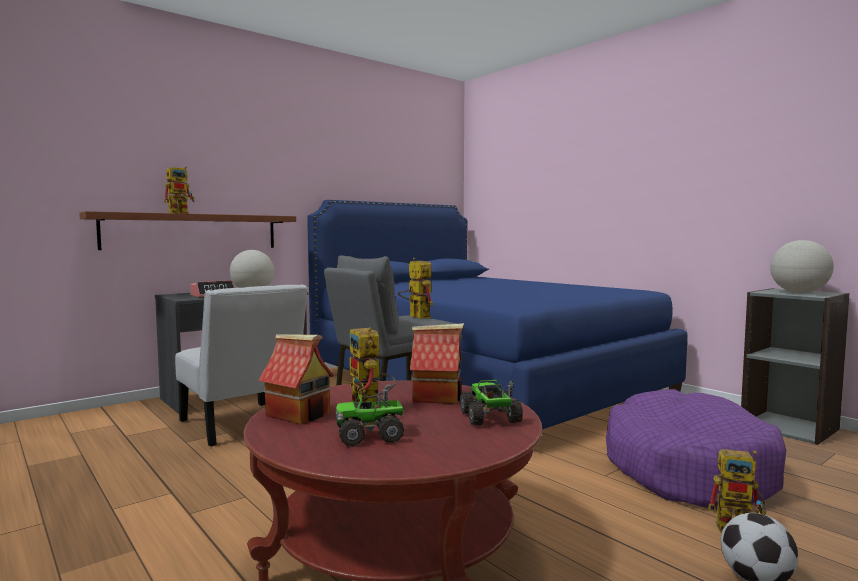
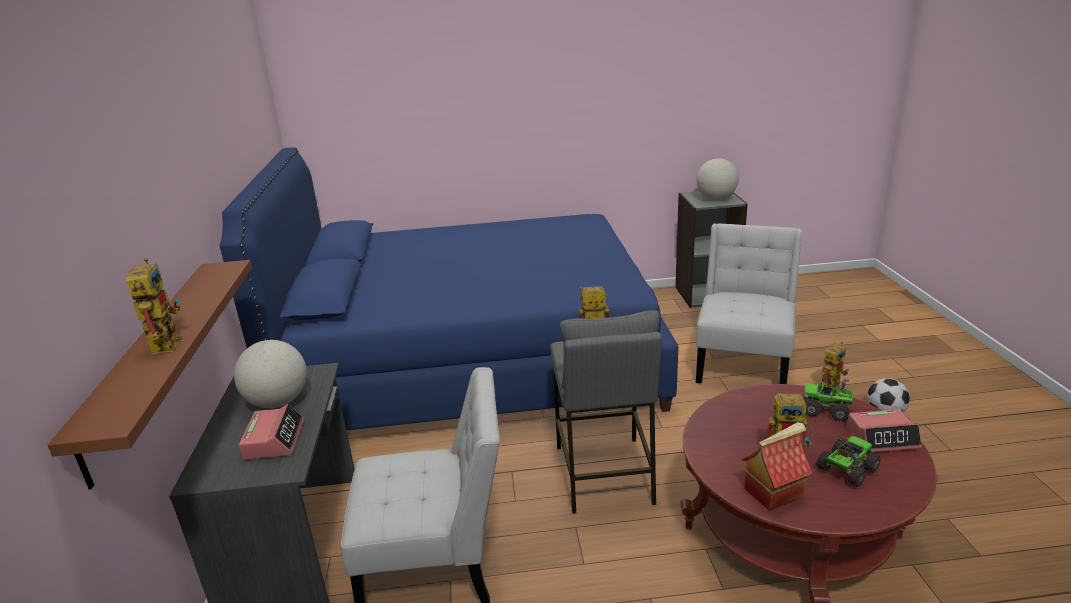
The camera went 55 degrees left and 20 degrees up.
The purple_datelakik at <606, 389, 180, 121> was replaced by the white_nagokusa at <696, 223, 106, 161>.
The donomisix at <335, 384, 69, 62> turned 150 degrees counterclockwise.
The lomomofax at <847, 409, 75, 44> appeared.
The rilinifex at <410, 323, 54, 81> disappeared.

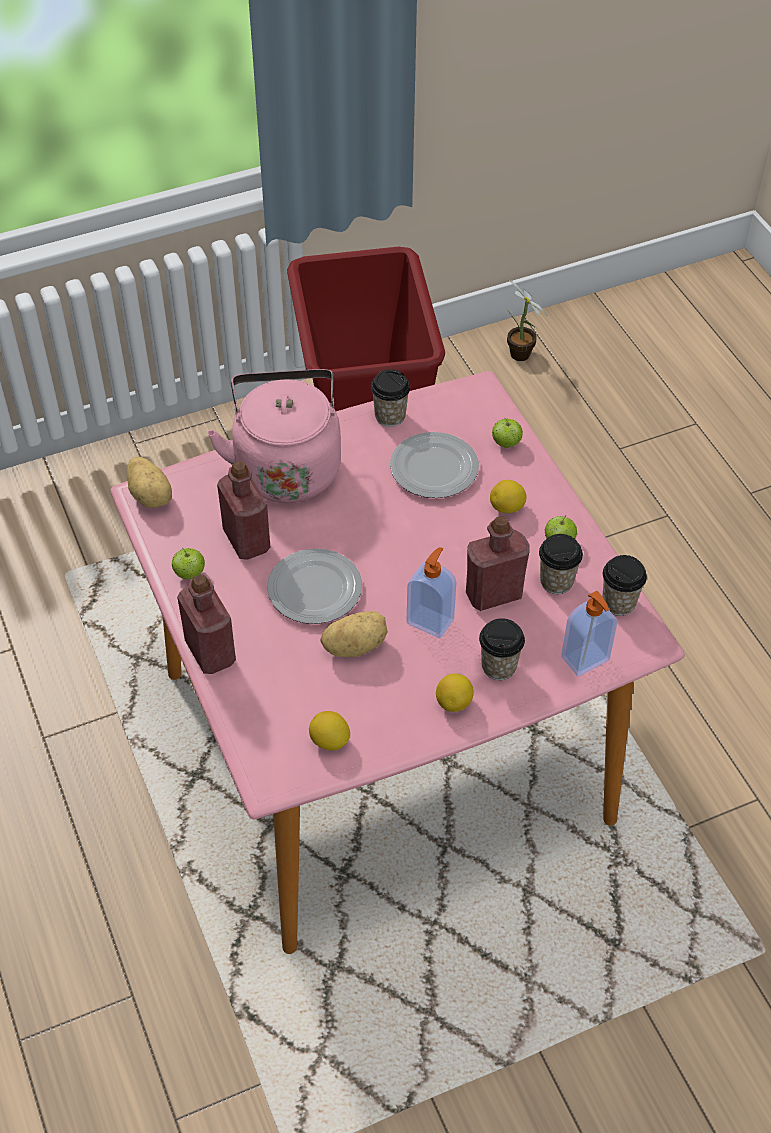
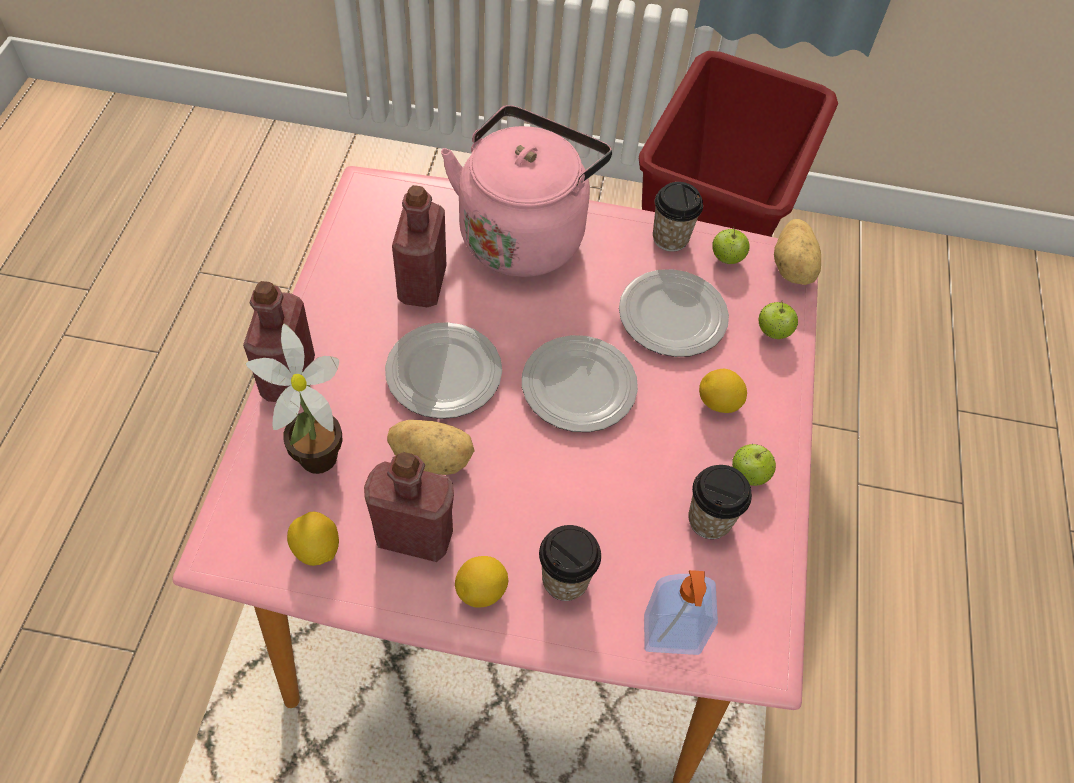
The camera went 30 degrees right and 5 degrees up.
The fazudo moved from <507, 279, 41, 82> to <246, 324, 97, 150>.
The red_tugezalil moved from <466, 516, 64, 95> to <364, 452, 90, 110>.
The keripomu at <522, 335, 116, 97> appeared.
The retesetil moved from <172, 548, 33, 31> to <712, 226, 38, 38>.
The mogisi moved from <127, 457, 45, 51> to <774, 219, 47, 66>.
The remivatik at <406, 547, 51, 91> disappeared.
The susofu at <602, 555, 45, 61> disappeared.

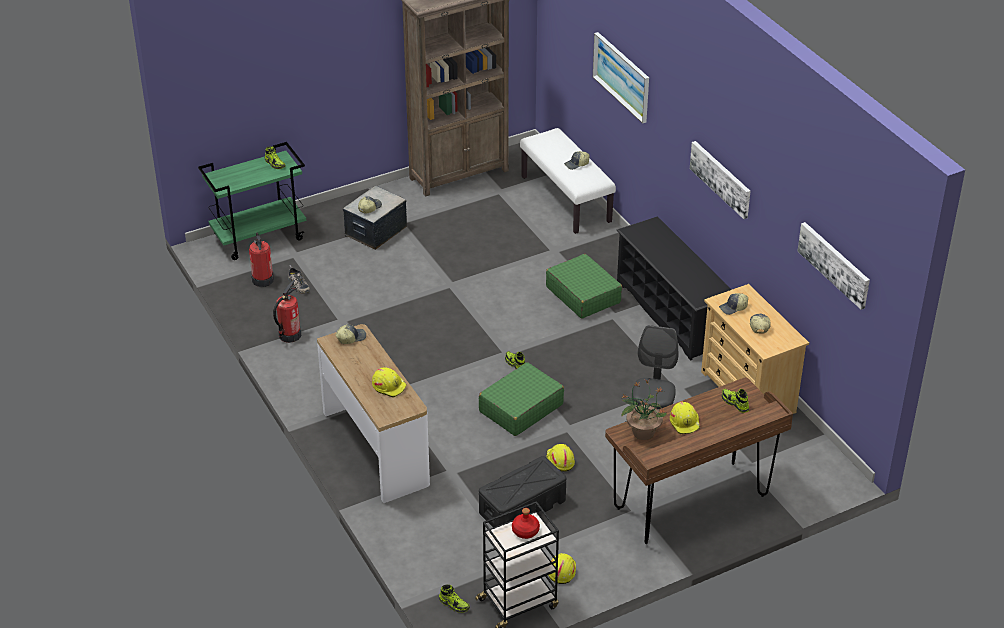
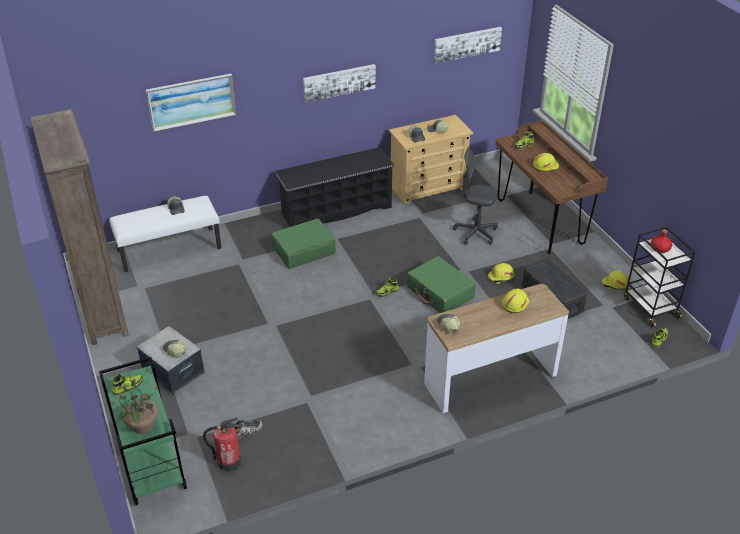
The camera went 85 degrees left and 0 degrees up.
The fazudo moved from <621, 380, 46, 60> to <116, 378, 43, 56>.
The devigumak at <273, 280, 28, 63> disappeared.

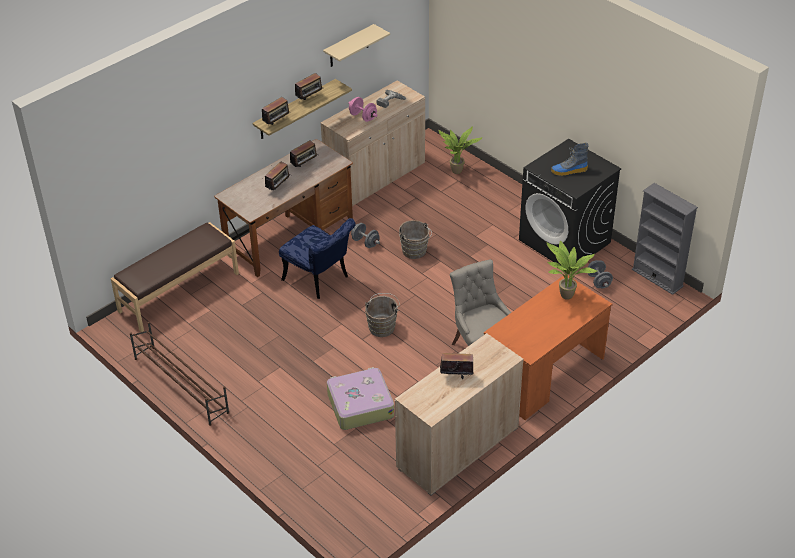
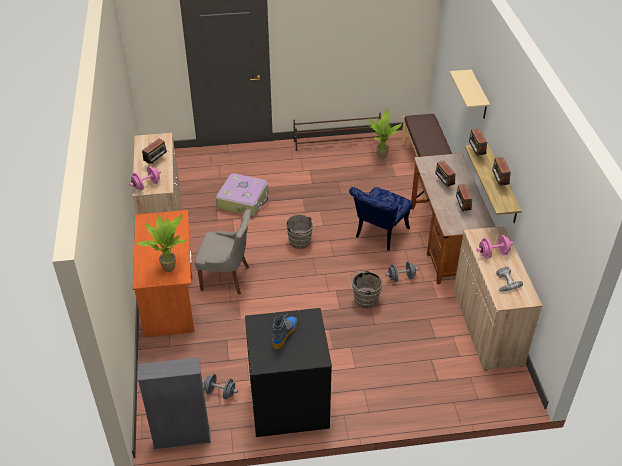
The camera went 125 degrees right and 0 degrees up.
The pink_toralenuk at <129, 166, 32, 24> appeared.
The blue_nagokusa at <279, 218, 77, 81> turned 45 degrees counterclockwise.
The fazudo moved from <438, 126, 45, 48> to <369, 109, 33, 50>.
The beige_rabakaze moved from <323, 24, 67, 43> to <450, 70, 40, 49>.

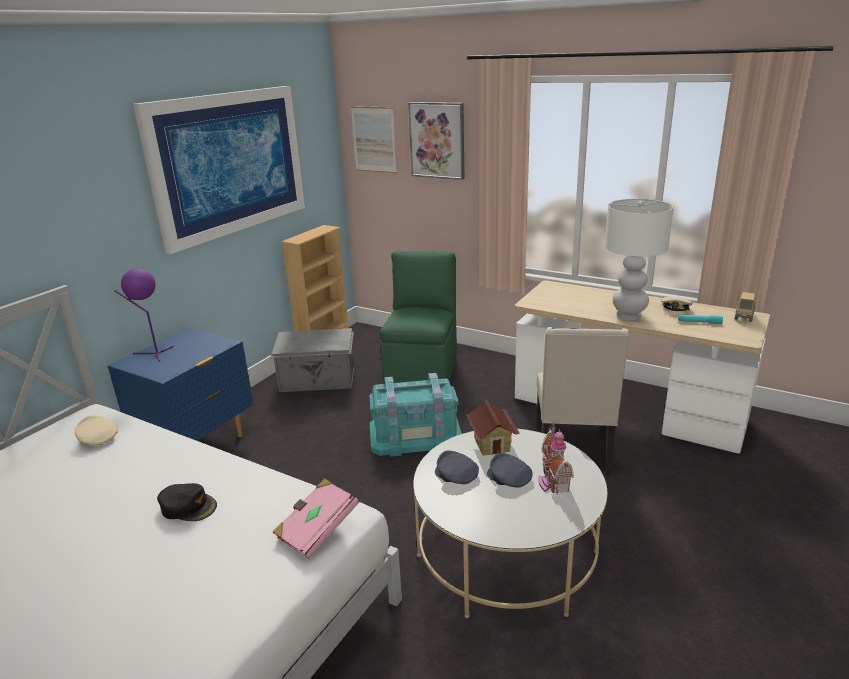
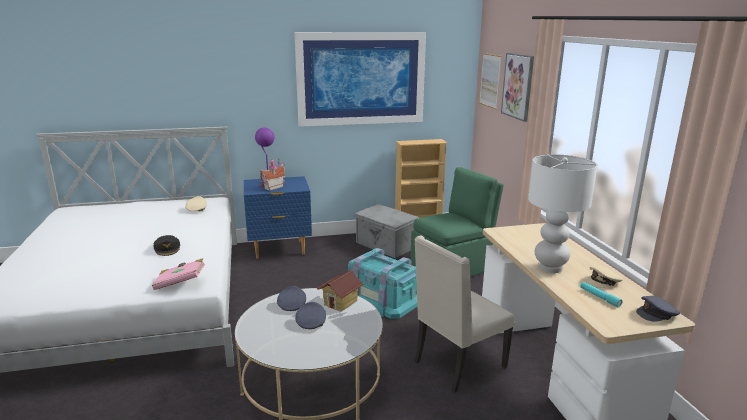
The camera went 45 degrees right and 5 degrees down.
The rilinifex moved from <538, 422, 36, 72> to <259, 159, 26, 32>.
The donomisix at <735, 292, 21, 30> was replaced by the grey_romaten at <636, 296, 44, 25>.

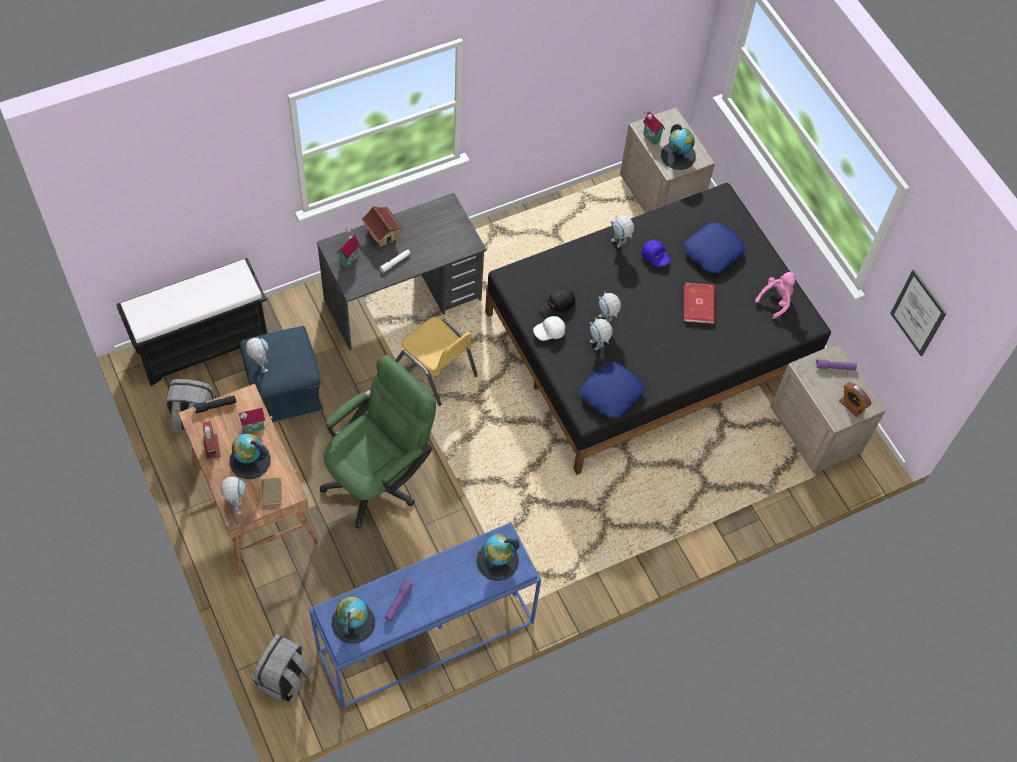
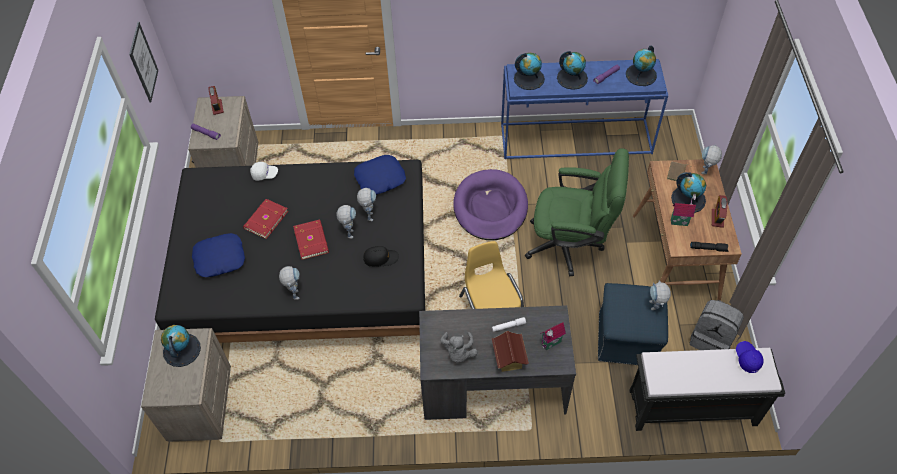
The camera went 150 degrees left and 5 degrees down.
The white_romaten moved from <533, 316, 32, 25> to <250, 162, 28, 19>.
The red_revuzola at <293, 220, 36, 40> appeared.
The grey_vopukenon at <441, 332, 37, 31> appeared.
The purple_datelakik at <453, 169, 75, 71> appeared.
The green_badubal at <320, 355, 116, 174> turned 150 degrees counterclockwise.
The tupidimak at <557, 51, 31, 39> appeared.
The blue_romaten moved from <642, 240, 28, 27> to <736, 341, 27, 32>.
The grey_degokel at <252, 634, 61, 69> disappeared.
The rilinifex at <643, 108, 22, 37> disappeared.
The pink_vopukenon at <755, 272, 42, 47> disappeared.

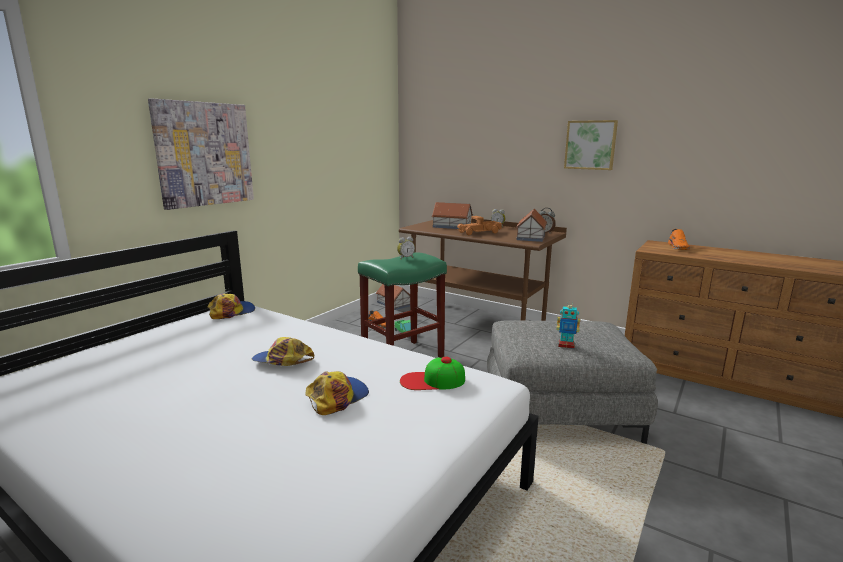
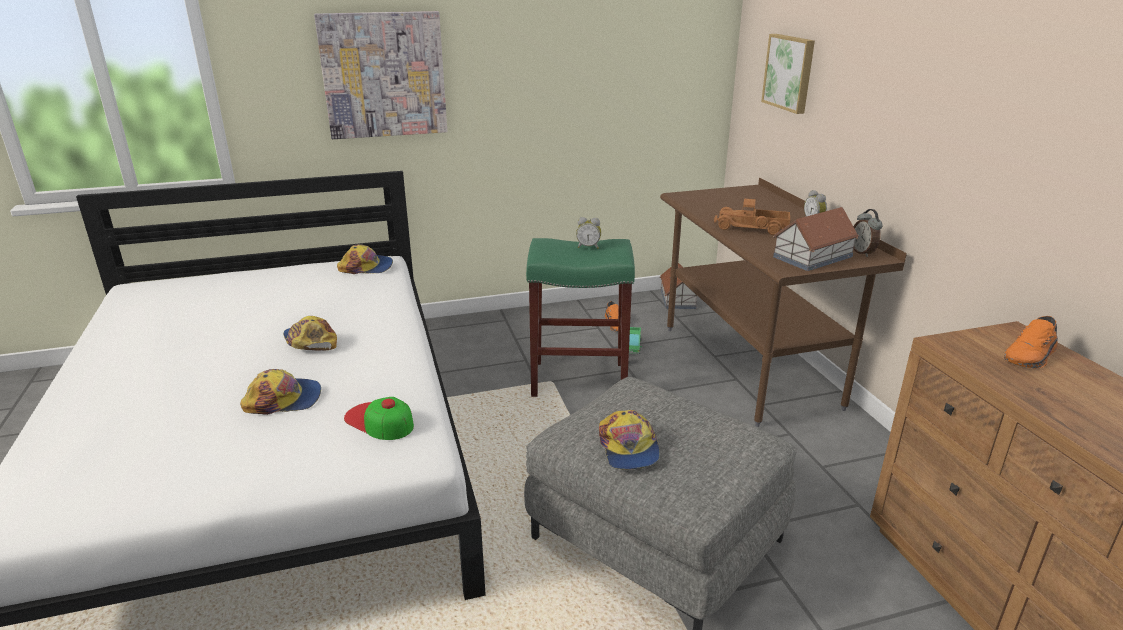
The camera went 40 degrees right and 10 degrees up.
The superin at <557, 301, 23, 48> was replaced by the romaten at <599, 410, 61, 60>.
The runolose moved from <564, 120, 54, 50> to <761, 34, 54, 80>.
The rilinifex at <432, 202, 41, 27> disappeared.

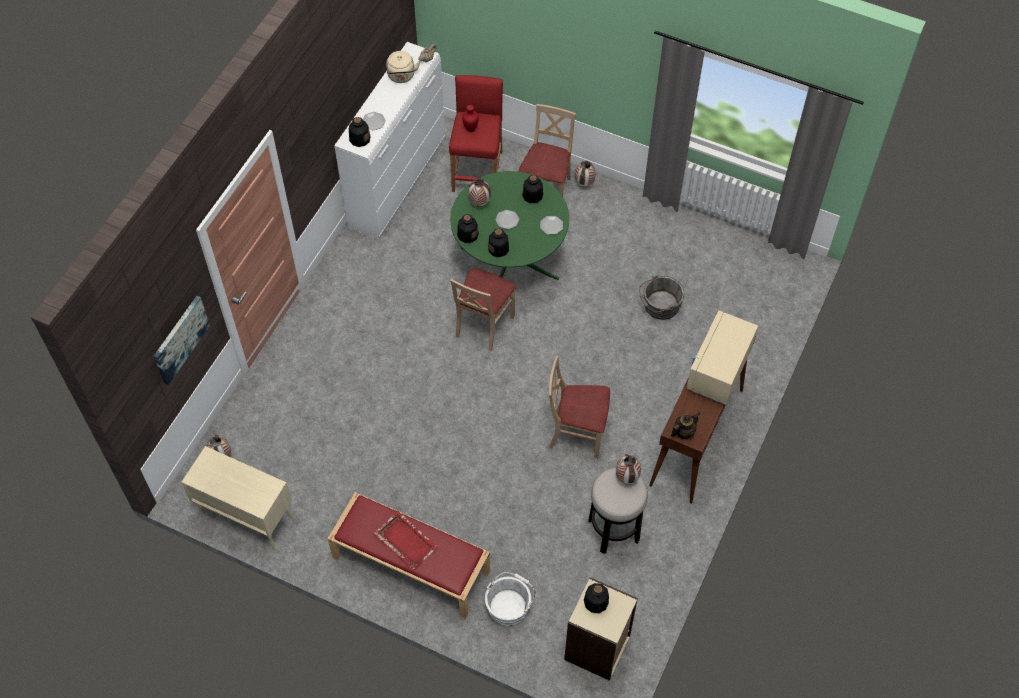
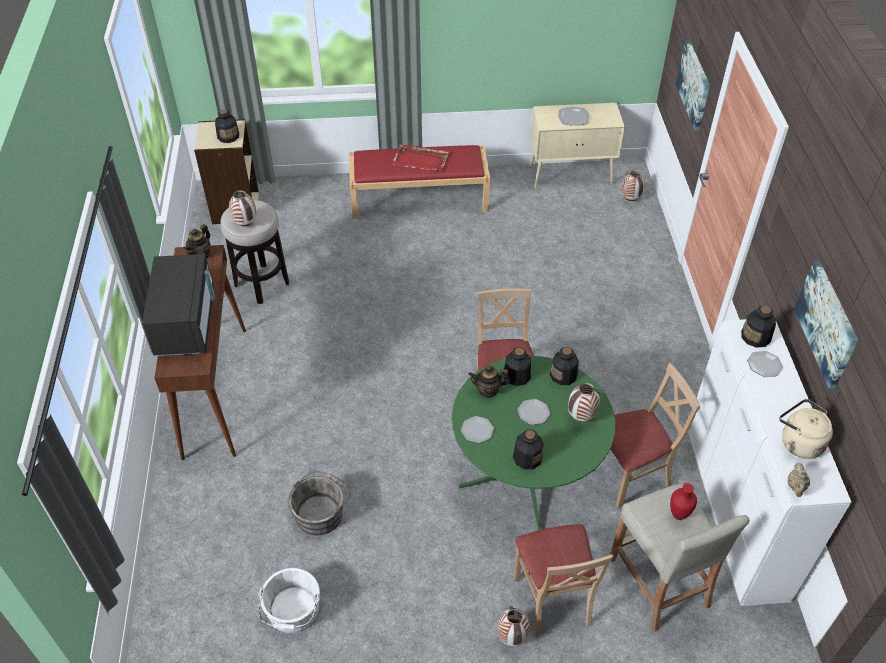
The camera went 150 degrees right and 10 degrees down.
The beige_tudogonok at <687, 310, 71, 95> became the black_tudogonok at <142, 254, 73, 102>.
The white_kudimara moved from <485, 572, 50, 54> to <258, 568, 62, 65>.
The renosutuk at <468, 365, 42, 33> appeared.
The keripomu at <558, 107, 31, 19> appeared.
The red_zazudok at <449, 75, 54, 117> became the beige_zazudok at <610, 483, 140, 148>.
The beige_nagokusa moved from <549, 356, 61, 102> to <611, 363, 89, 145>.
The runolose at <794, 260, 65, 129> appeared.

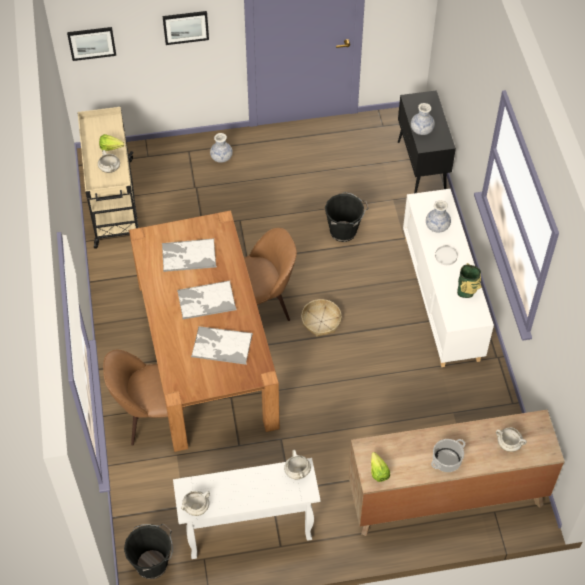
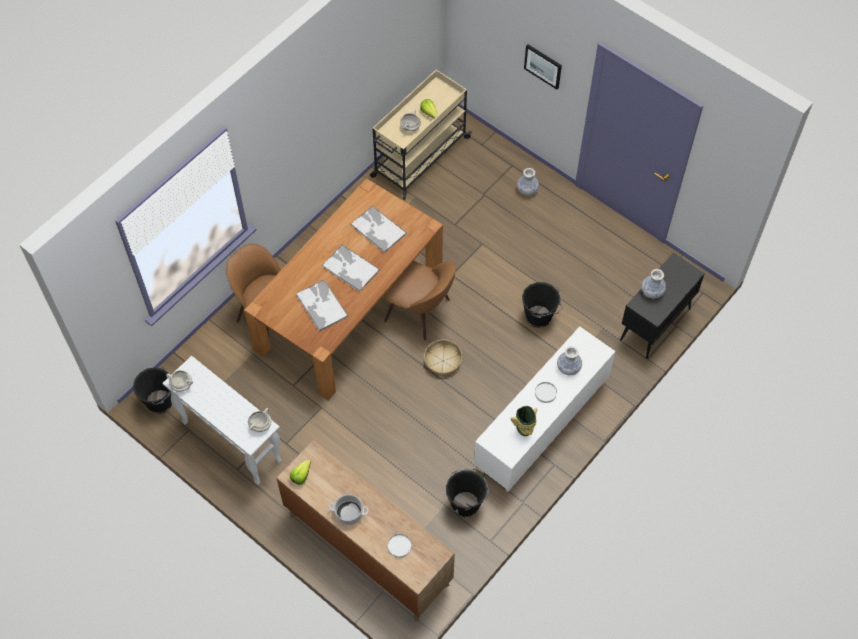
The camera went 50 degrees right and 5 degrees up.
The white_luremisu at <496, 427, 31, 25> was replaced by the white_keripomu at <388, 534, 23, 24>.
The black_kudimara at <446, 468, 43, 49> appeared.
The runolose at <67, 27, 49, 34> disappeared.

